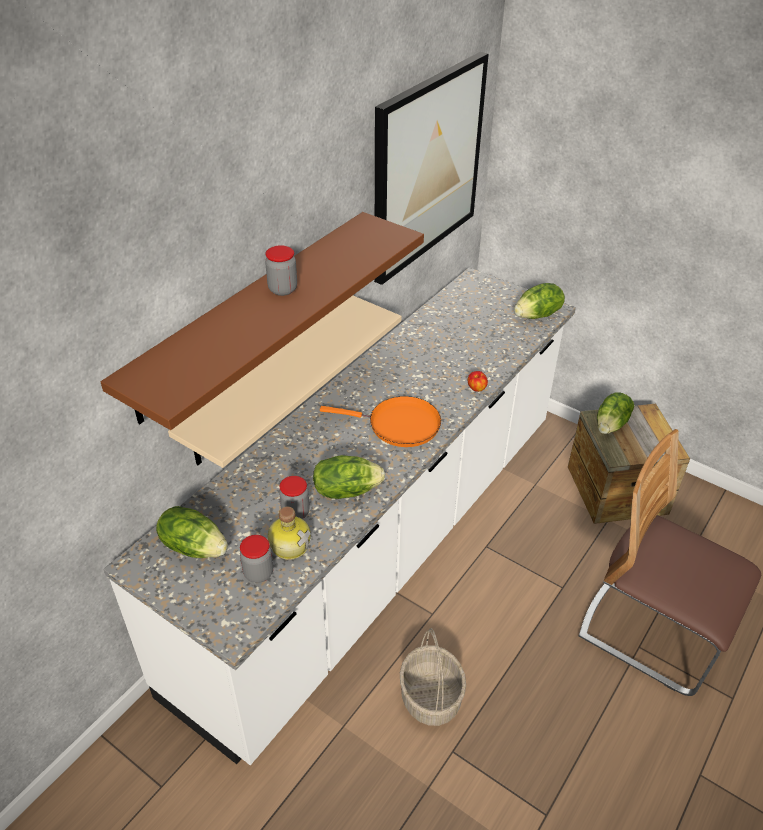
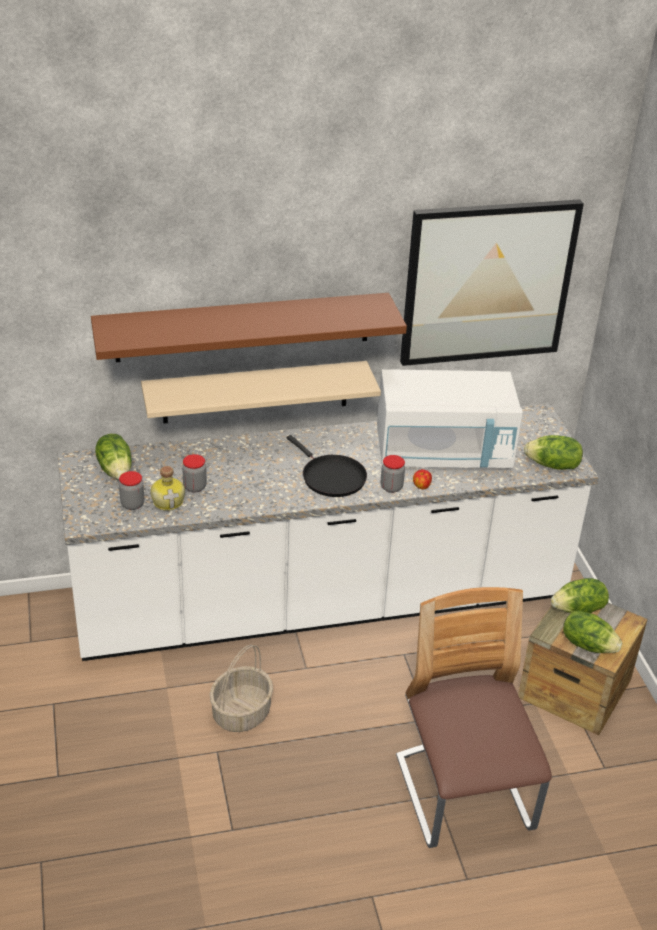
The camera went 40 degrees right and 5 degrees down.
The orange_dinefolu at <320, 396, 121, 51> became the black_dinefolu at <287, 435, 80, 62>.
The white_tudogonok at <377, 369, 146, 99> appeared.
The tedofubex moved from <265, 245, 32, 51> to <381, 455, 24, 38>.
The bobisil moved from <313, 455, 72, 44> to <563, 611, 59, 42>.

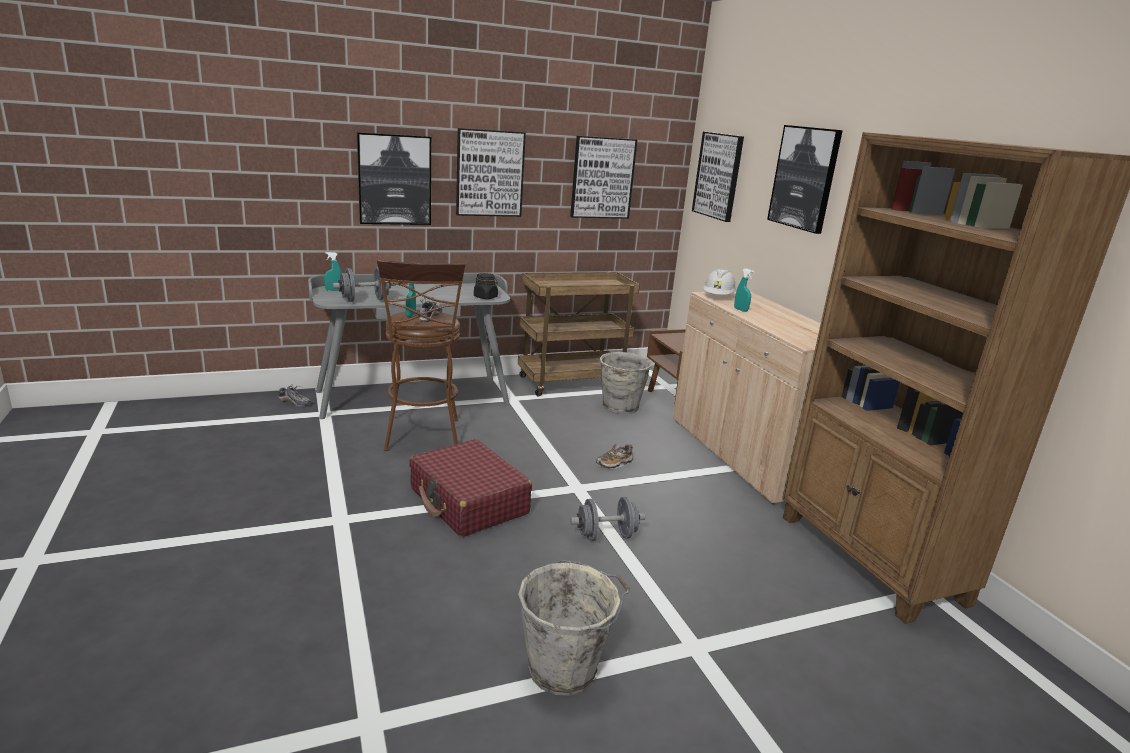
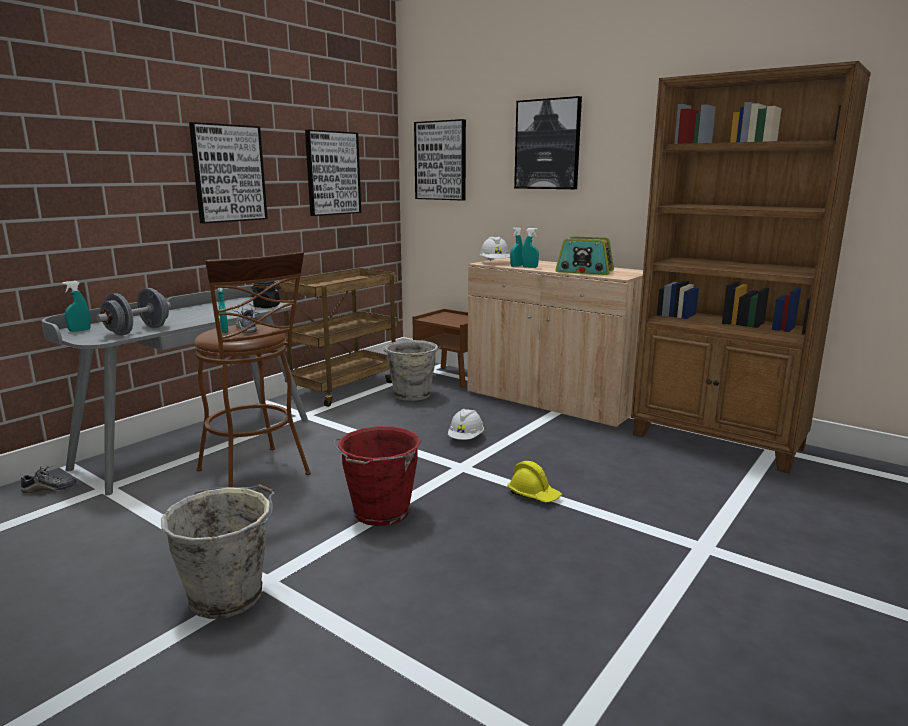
The camera went 30 degrees left and 5 degrees down.
The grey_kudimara moved from <518, 560, 112, 136> to <161, 484, 114, 135>.
The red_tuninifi at <409, 439, 123, 98> was replaced by the red_kudimara at <334, 426, 87, 100>.
The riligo at <596, 444, 37, 25> was replaced by the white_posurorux at <448, 409, 36, 31>.
The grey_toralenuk at <570, 497, 76, 44> was replaced by the yellow_posurorux at <507, 461, 55, 41>.
The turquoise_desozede at <510, 227, 13, 40> appeared.
The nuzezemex at <555, 236, 59, 39> appeared.
The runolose at <357, 132, 74, 93> disappeared.

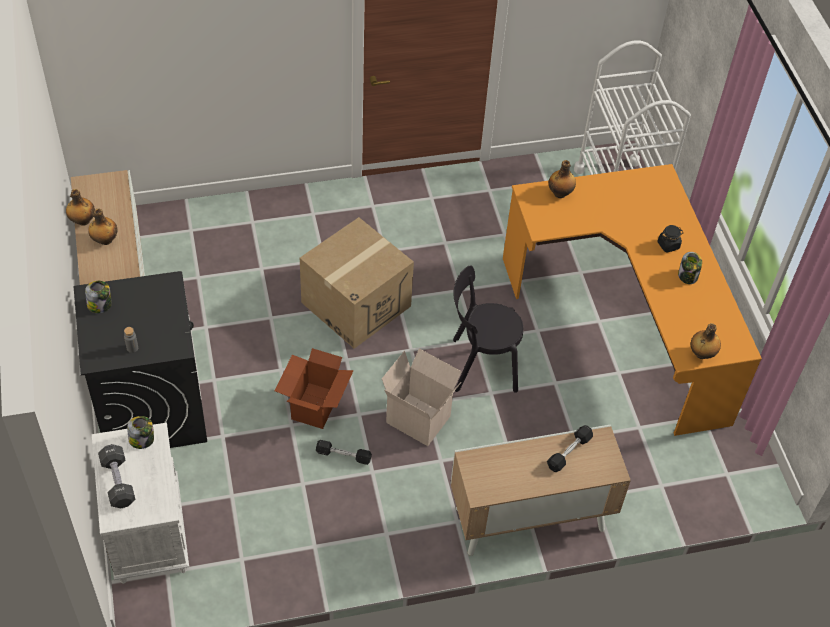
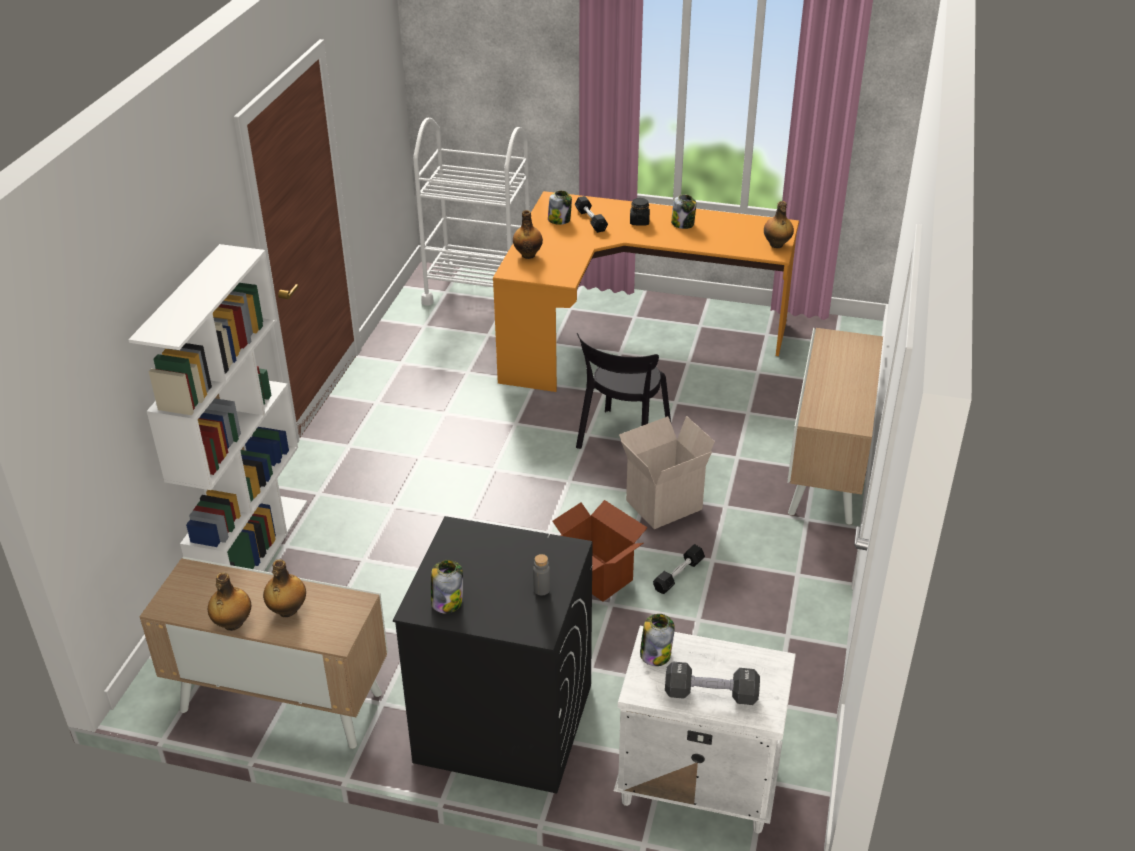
The camera went 60 degrees left and 15 degrees down.
The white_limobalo at <128, 244, 179, 327> appeared.
The tedofubex at <548, 190, 24, 35> appeared.
The black_toralenuk moved from <547, 425, 46, 47> to <575, 196, 33, 37>.
The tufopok at <300, 217, 114, 132> disappeared.

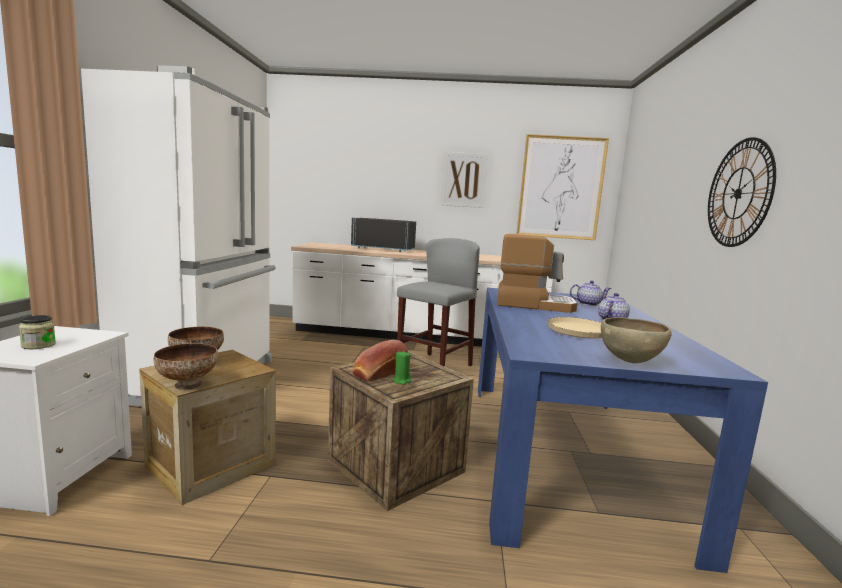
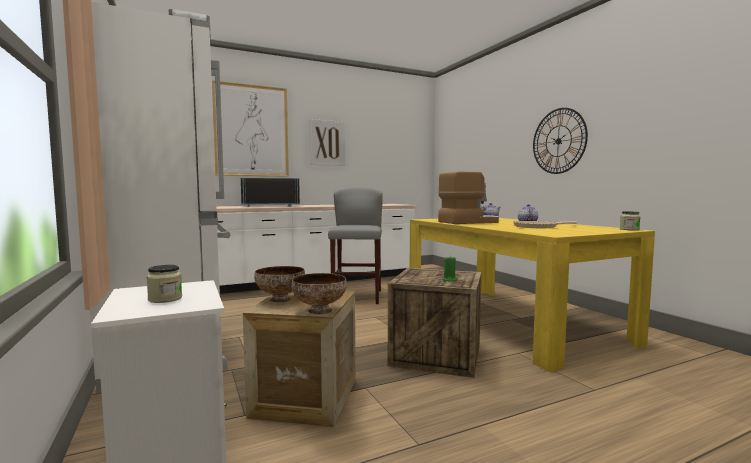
The camera went 30 degrees left and 5 degrees down.
The runolose moved from <517, 134, 92, 106> to <212, 80, 77, 97>.
The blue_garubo at <478, 288, 290, 285> became the yellow_garubo at <410, 218, 245, 154>.
The tedofubex at <620, 211, 20, 19> appeared.
The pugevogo at <353, 340, 55, 41> disappeared.
The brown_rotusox at <601, 317, 71, 46> disappeared.

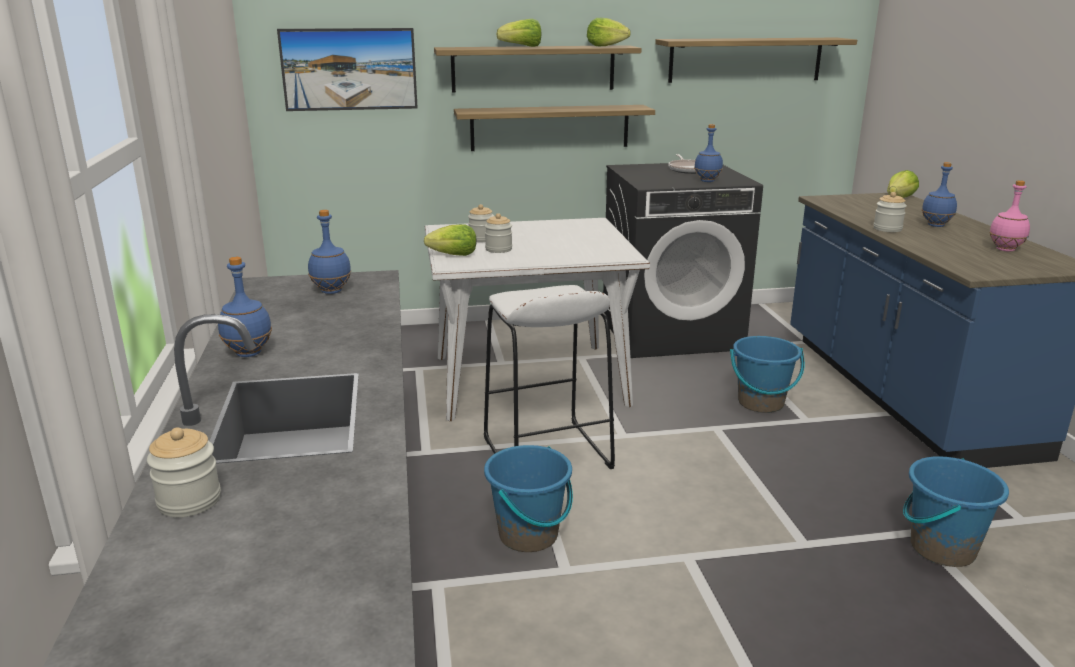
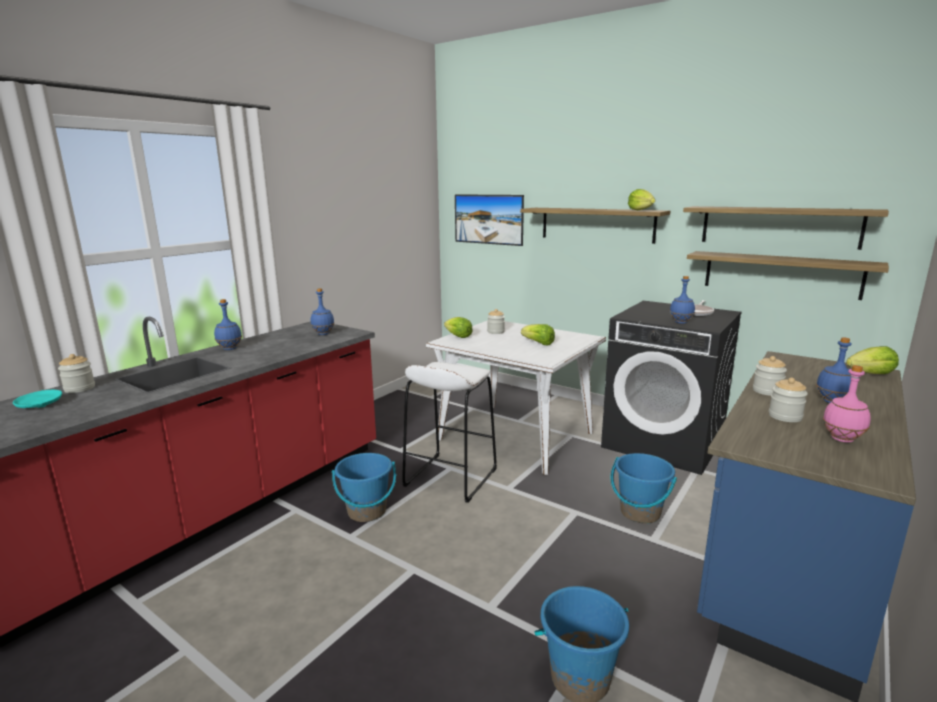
The camera went 45 degrees right and 5 degrees down.
The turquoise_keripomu at <13, 390, 49, 18> appeared.
The bobisil moved from <496, 19, 45, 28> to <521, 324, 34, 22>.
The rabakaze moved from <454, 105, 201, 46> to <687, 251, 202, 49>.
The tedofubex moved from <485, 213, 27, 40> to <769, 378, 39, 44>.

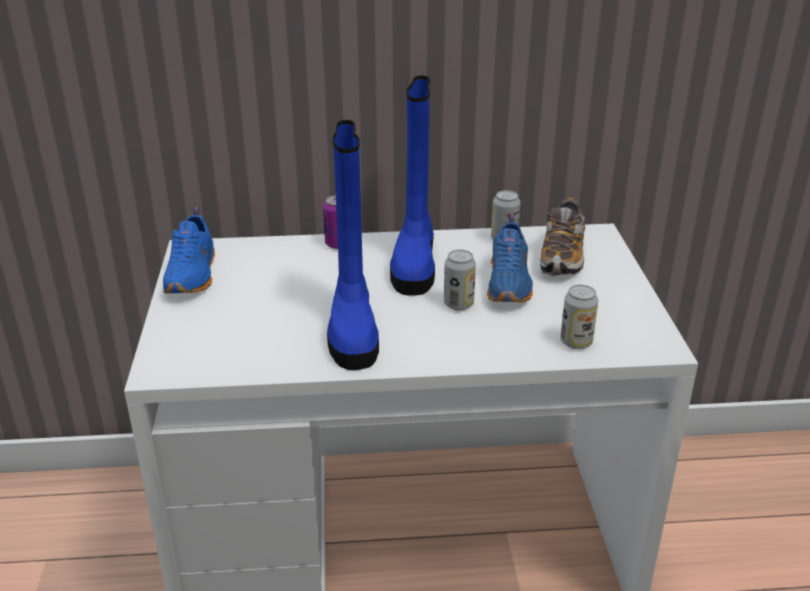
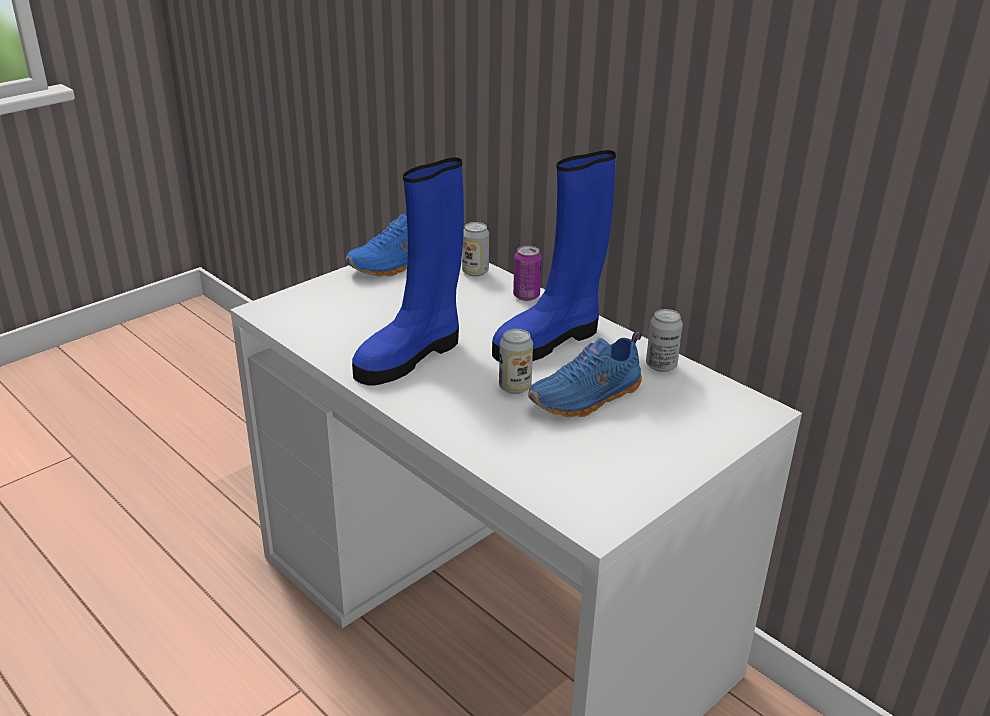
The camera went 50 degrees right and 0 degrees up.
The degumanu moved from <560, 285, 38, 64> to <462, 222, 27, 55>.
The riligo at <540, 197, 45, 79> disappeared.

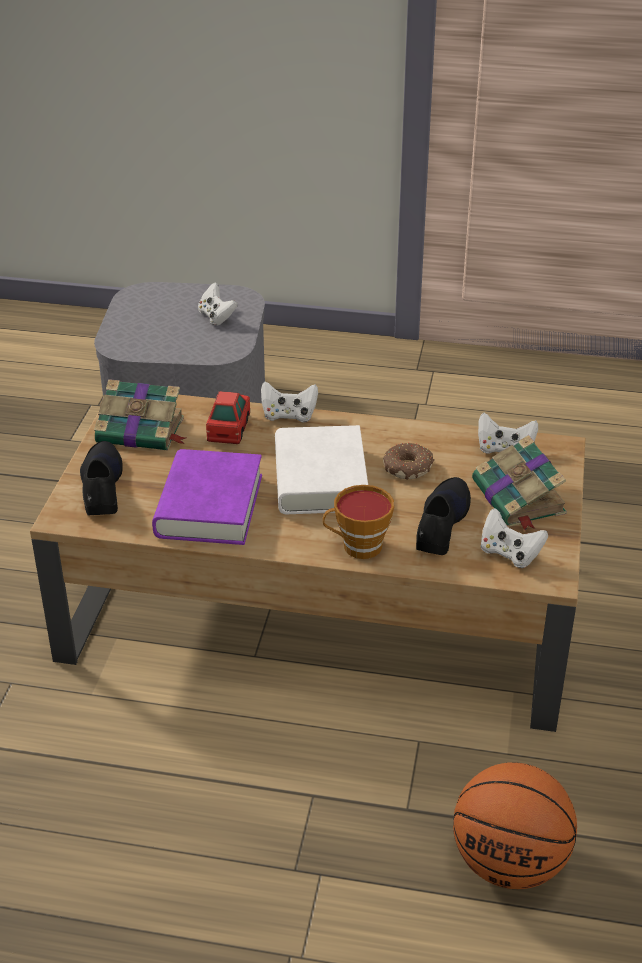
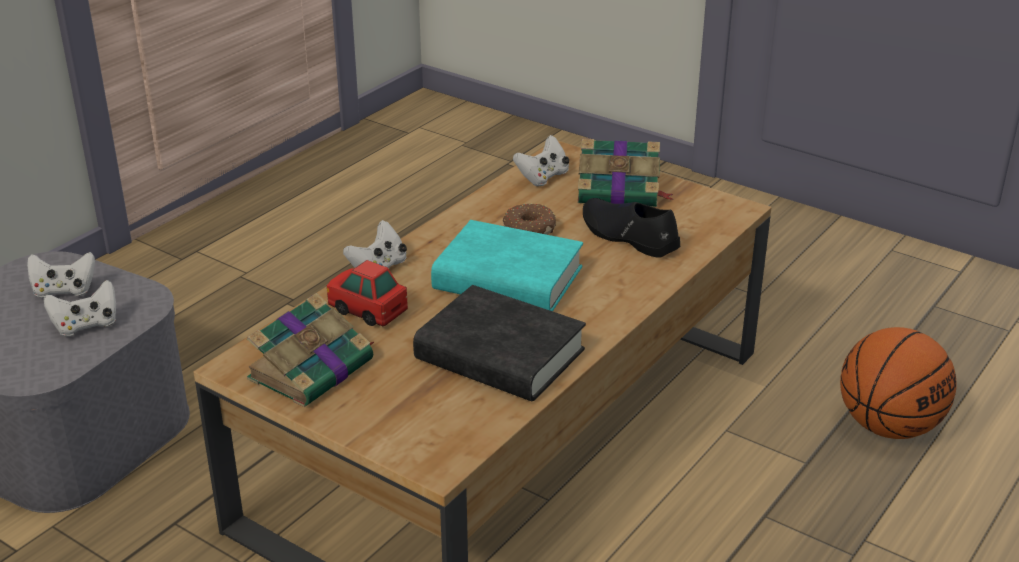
The camera went 65 degrees left and 5 degrees down.
The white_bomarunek moved from <481, 508, 67, 60> to <44, 280, 72, 57>.
The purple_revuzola at <152, 449, 110, 96> became the black_revuzola at <413, 285, 173, 116>.
The white_revuzola at <275, 425, 93, 89> became the turquoise_revuzola at <431, 220, 152, 91>.
The black_riligo at <80, 441, 43, 75> disappeared.
The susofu at <323, 485, 71, 74> disappeared.

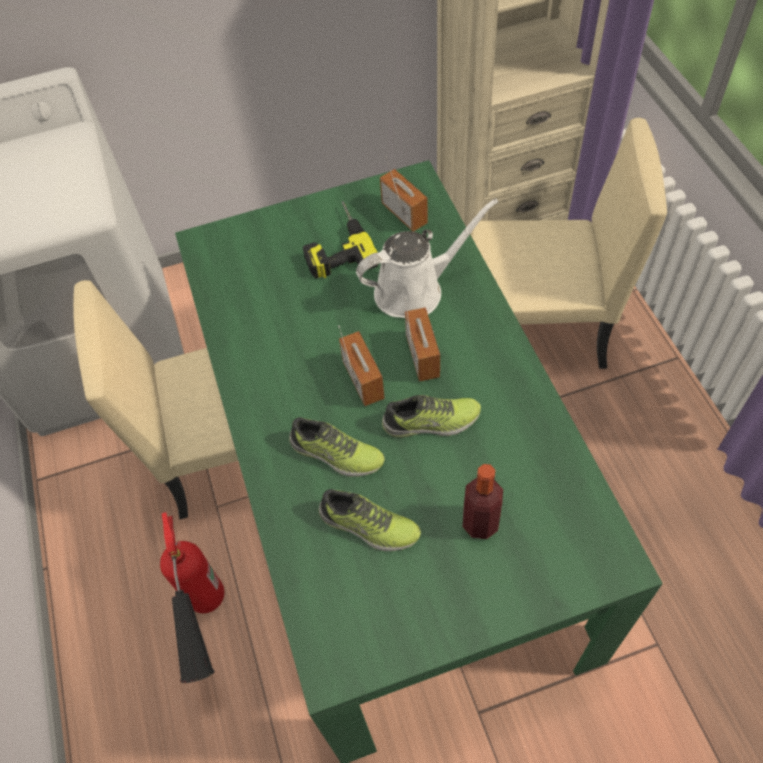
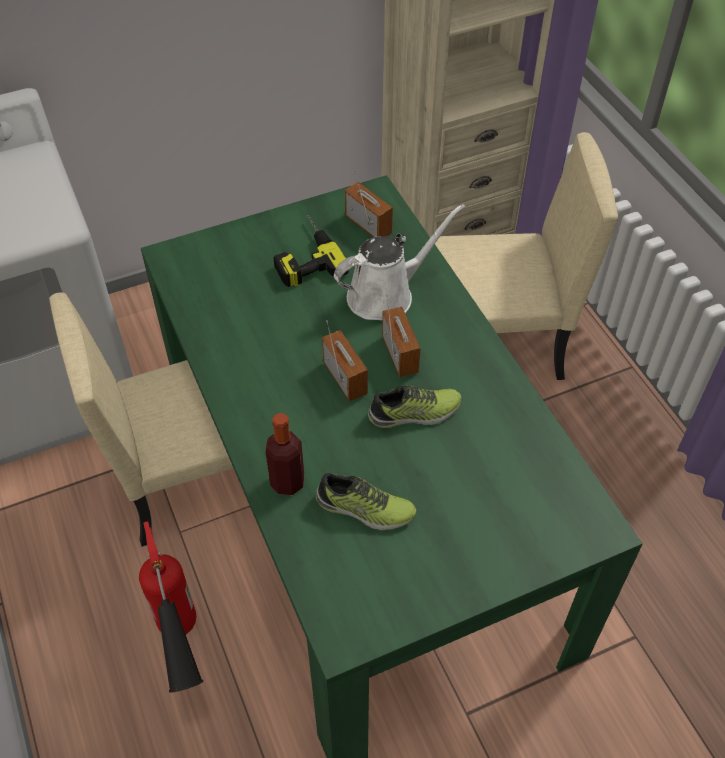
The camera went 10 degrees left and 5 degrees down.
The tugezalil moved from <463, 464, 40, 75> to <266, 413, 38, 82>.
The riligo at <289, 417, 96, 60> disappeared.

